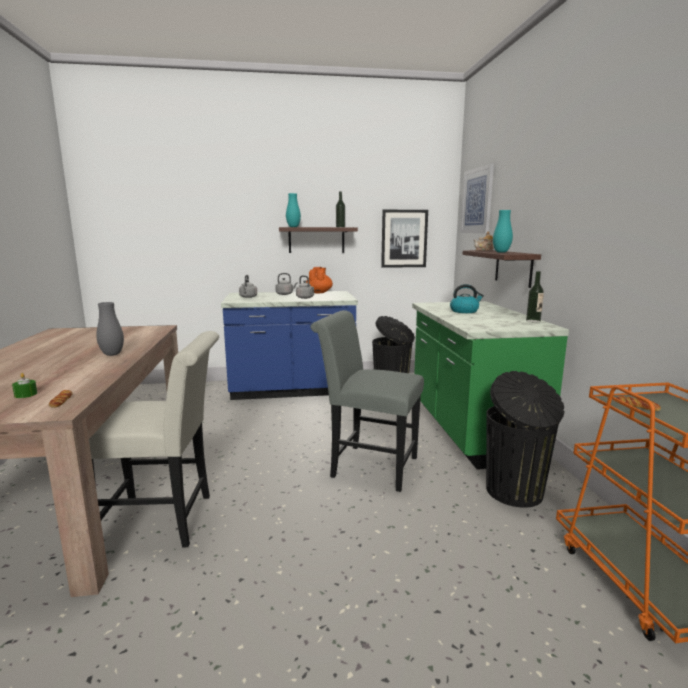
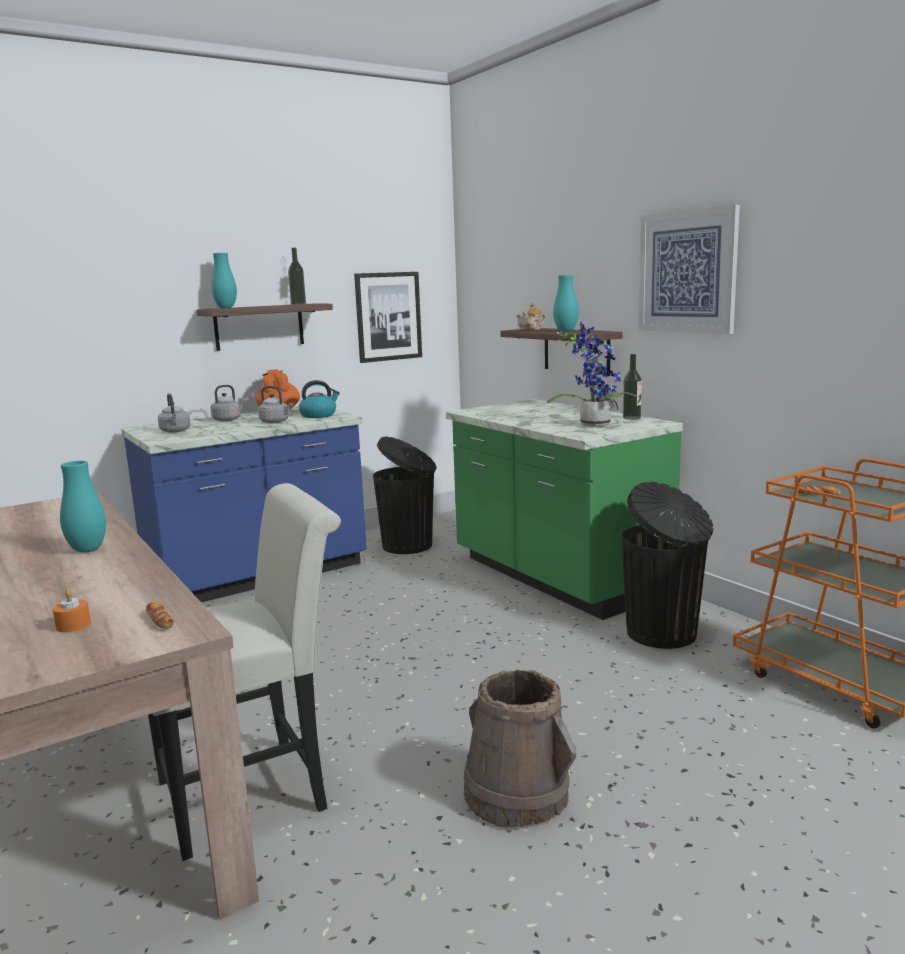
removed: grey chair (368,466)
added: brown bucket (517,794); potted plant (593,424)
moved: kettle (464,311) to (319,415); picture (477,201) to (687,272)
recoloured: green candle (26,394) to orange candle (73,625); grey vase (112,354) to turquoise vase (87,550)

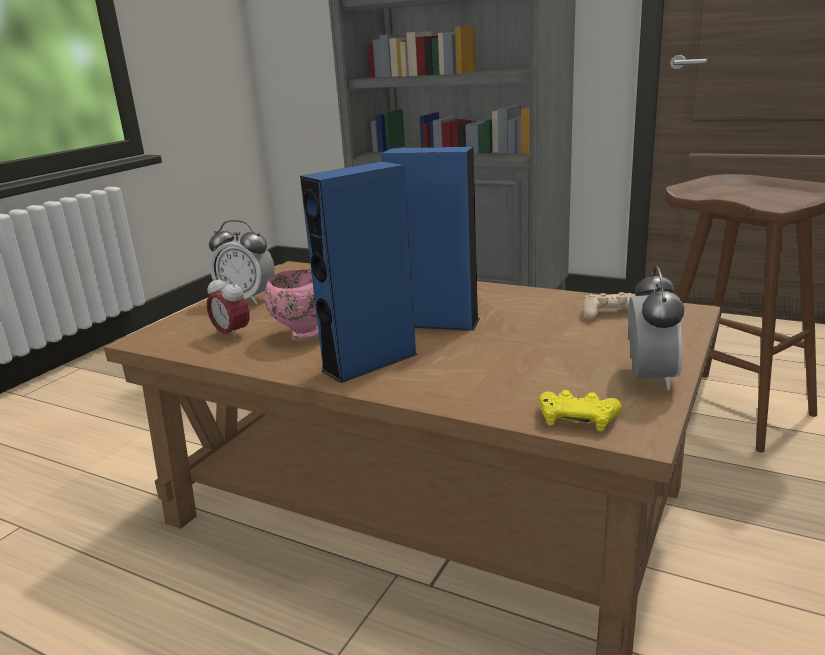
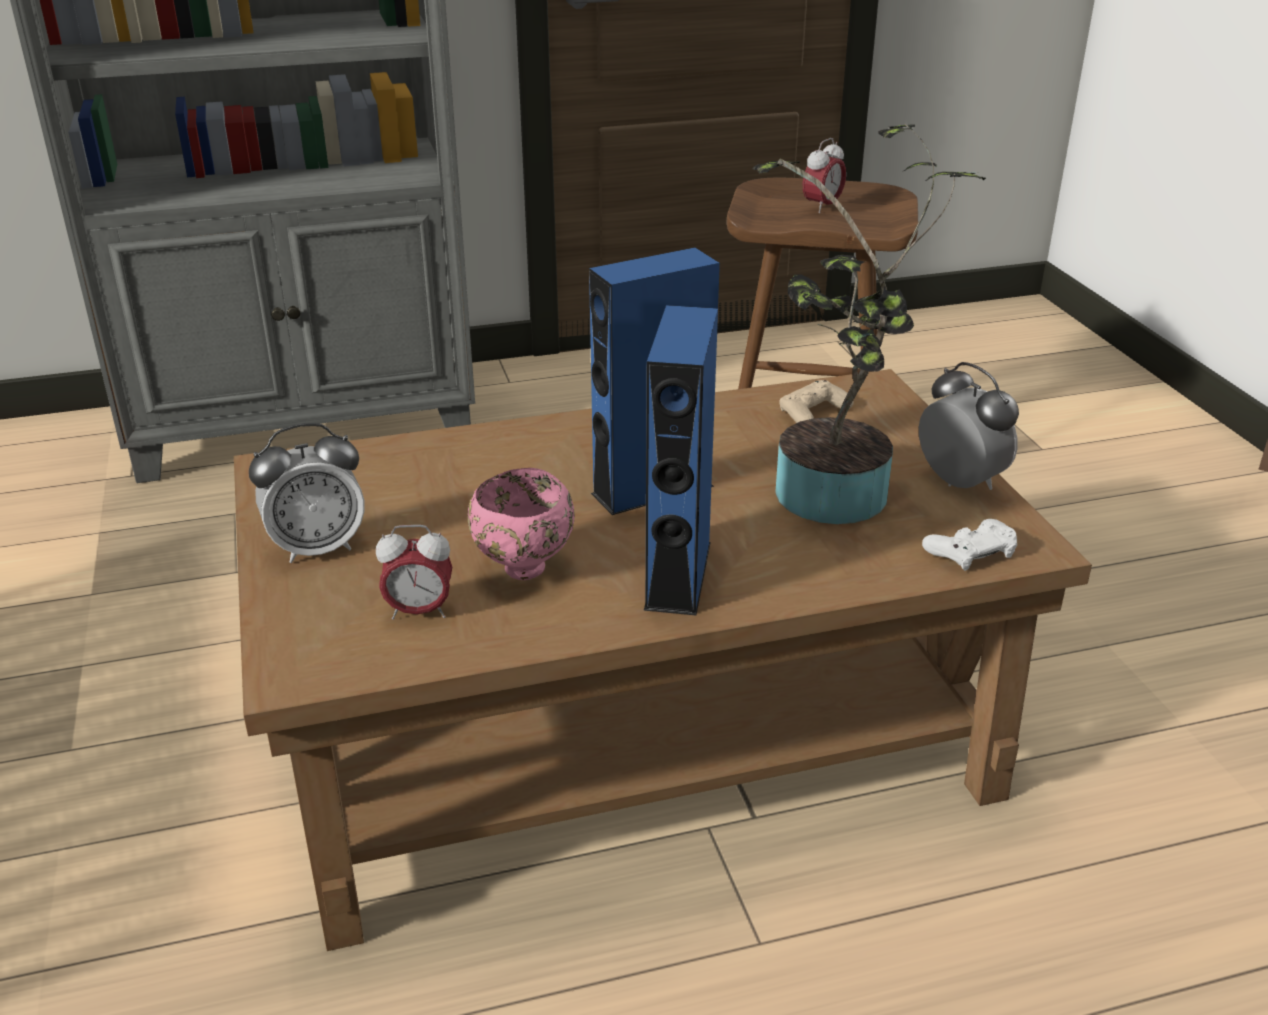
added: potted plant (833,501); alarm clock (822,207)
recoloured: yellow game controller (578,418) to white game controller (971,552)

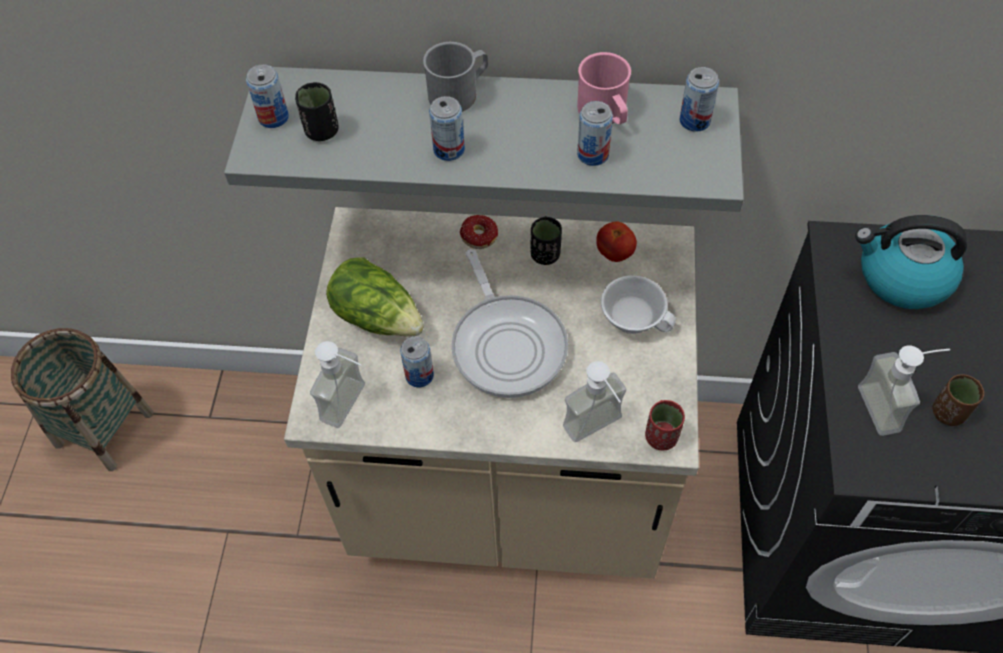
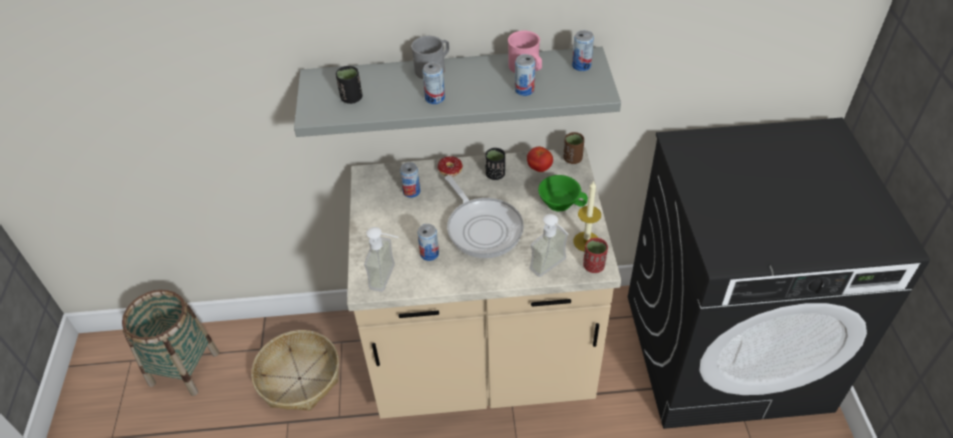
removed: lettuce (378,316); kettle (901,277); soap dispenser (890,406)
added: basket (300,378); candle (586,241)
moved: can (273,117) to (411,191); brown cup (948,413) to (572,159)
recoloured: white cup (634,316) to green cup (560,201)

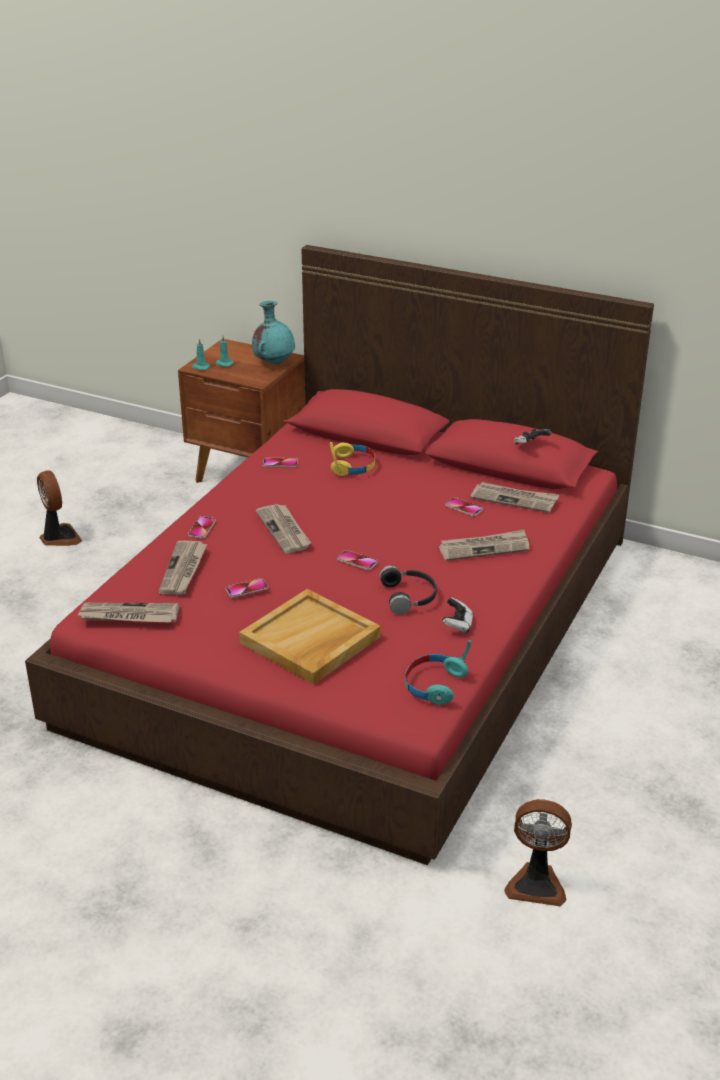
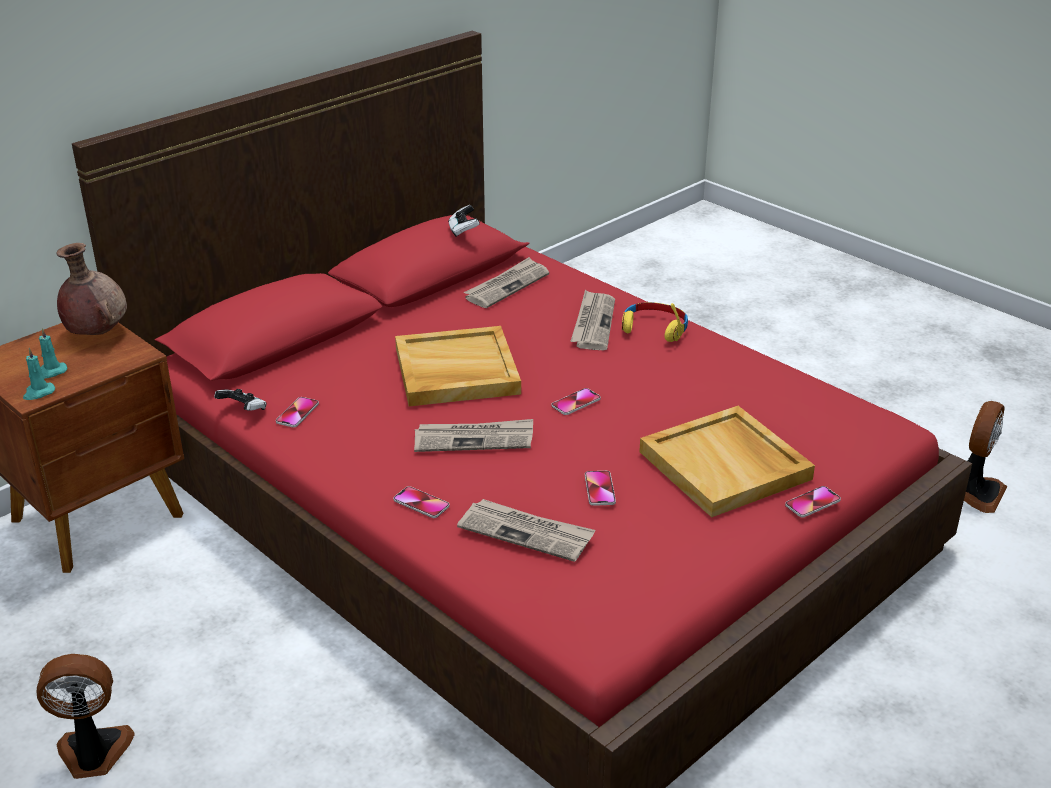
removed: newspaper (128,616); black headphones (410,596); turquoise headphones (434,685)
added: beige tray (455,371)
moved: yellow headphones (353,466) to (654,329); game controller (457,625) to (243,411); phone (464,508) to (812,503)
recoloured: turquoise vase (274,362) to brown vase (97,333)

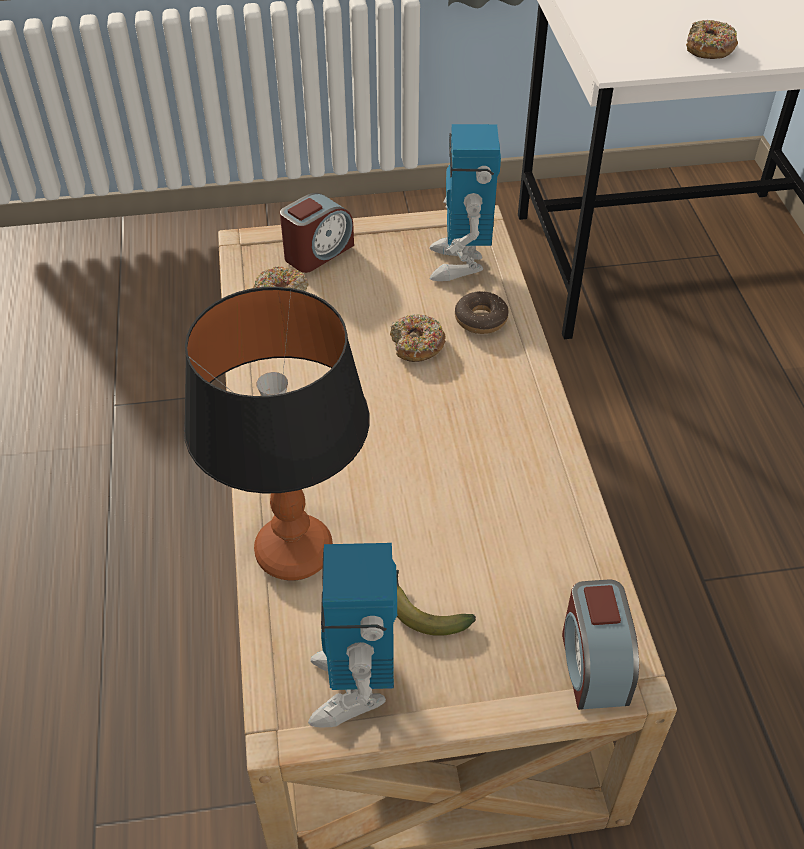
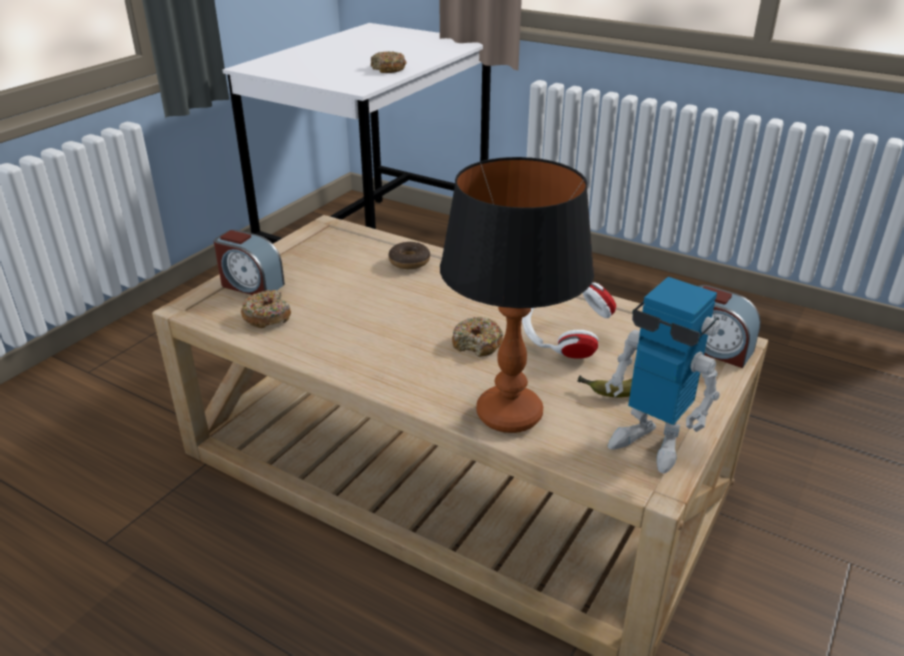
removed: toy robot (460,263)
added: white headphones (562,341)
moved: donut (416,345) to (477,344)
turned: alarm clock (318,252) = (251,285) 120 degrees clockwise

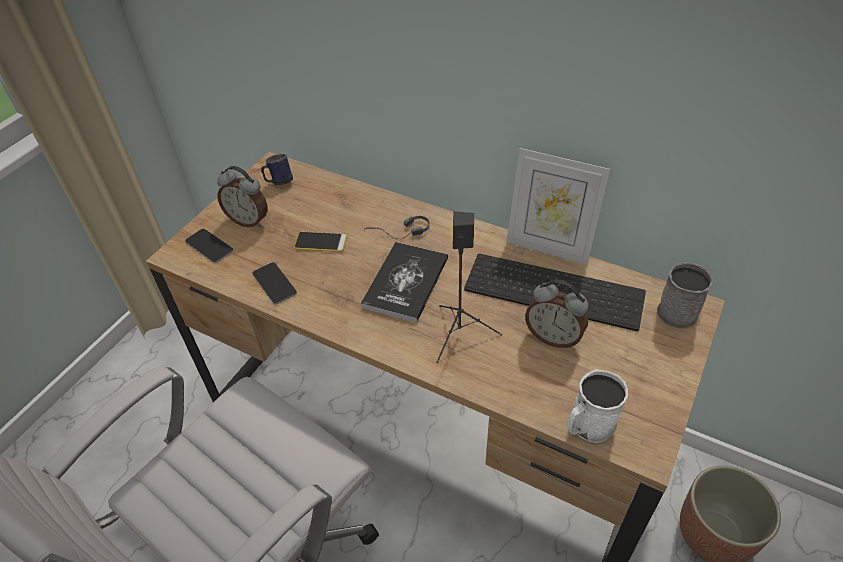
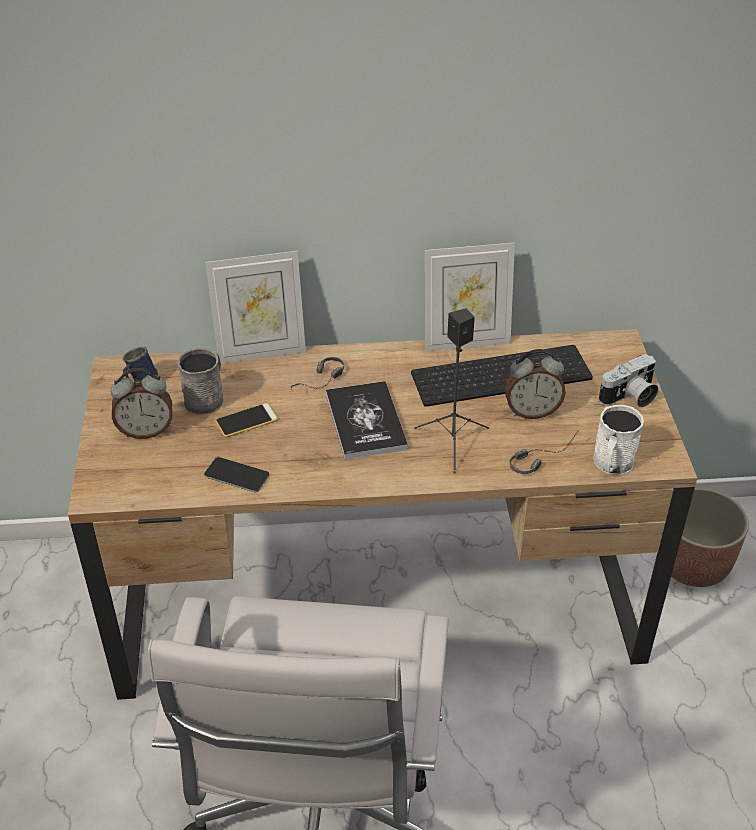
removed: phone (209,246)
added: picture frame (261,352); headphones (541,455); photo camera (630,397)
moved: grey mug (681,310) to (207,397)

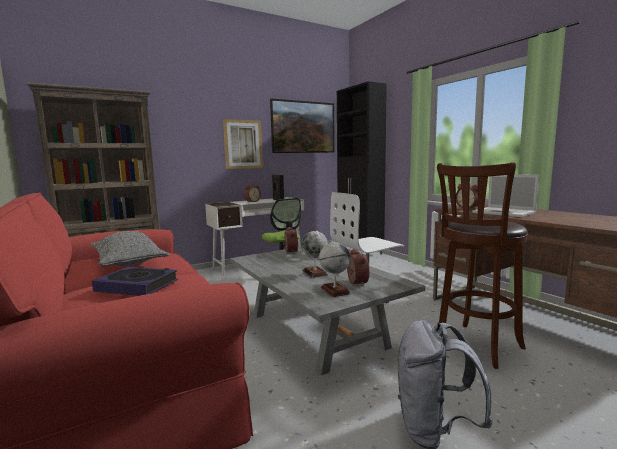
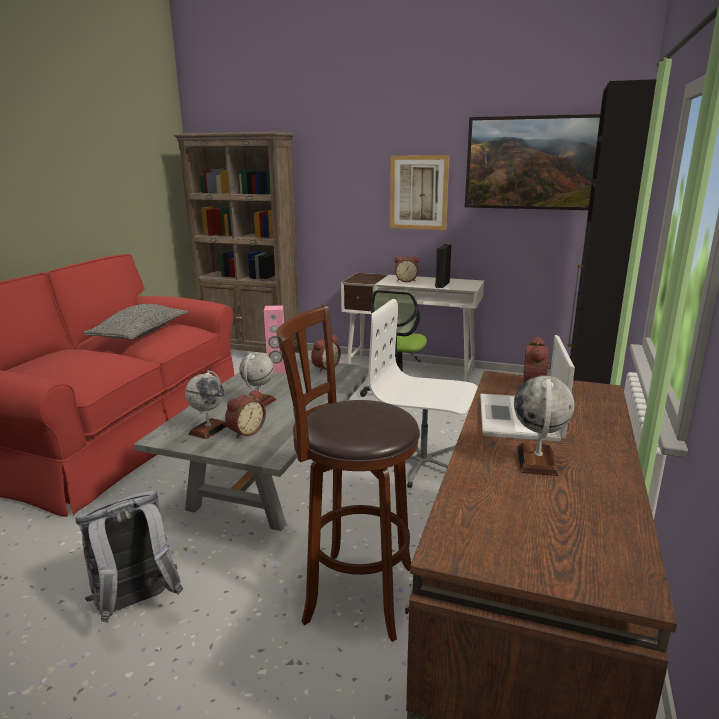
removed: book (137,286)
added: pink speaker (277,370); globe (537,461)

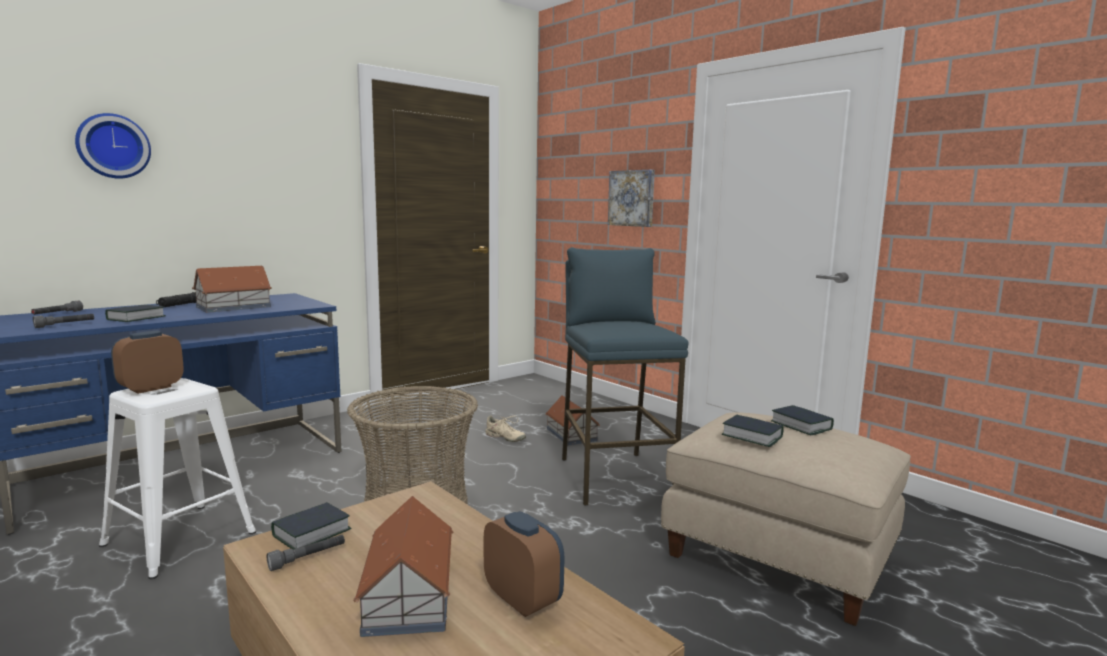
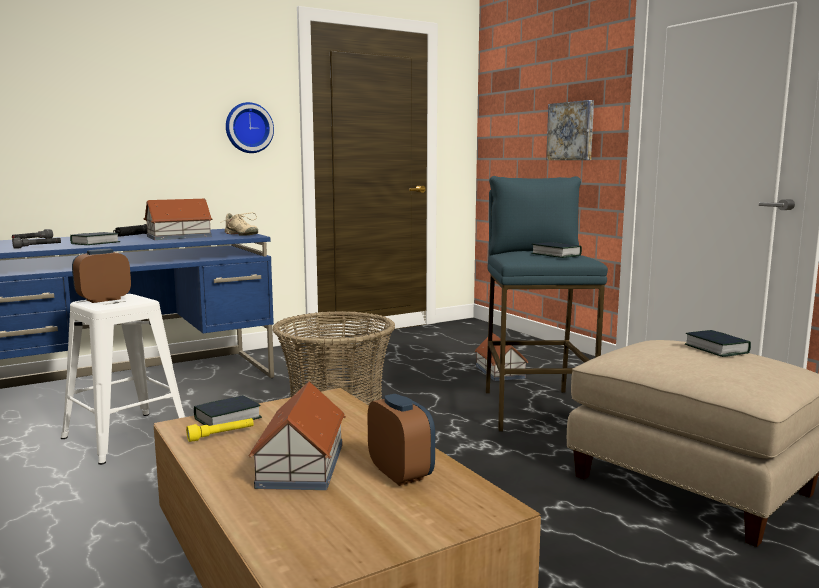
moved: wall clock (113,146) to (248,128); beige shoe (504,438) to (241,234); book (752,436) to (556,255)
recoloured: grey flashlight (308,558) to yellow flashlight (221,435)

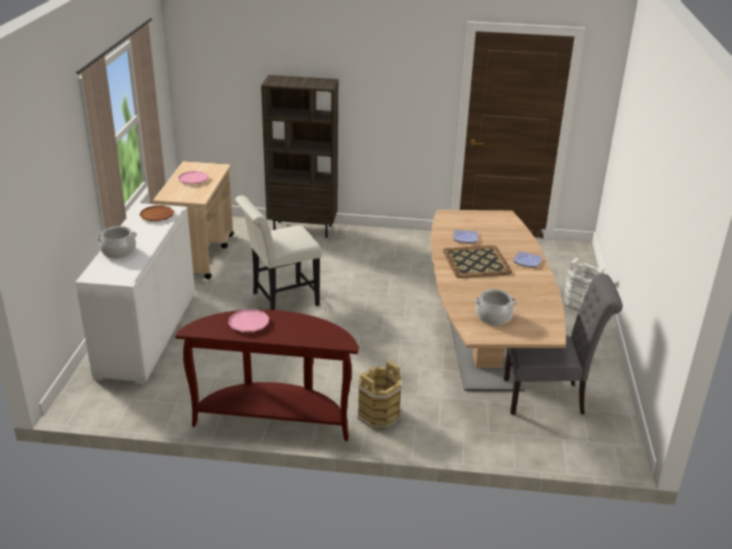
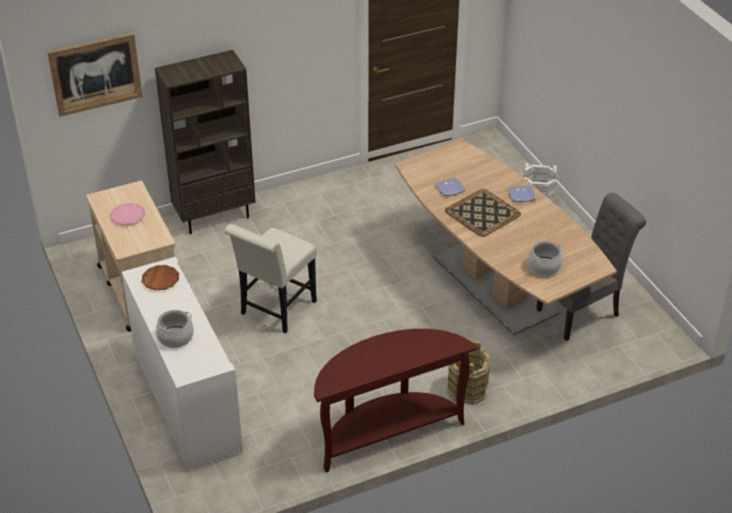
removed: pink plate (249,323)
added: picture (95,74)

